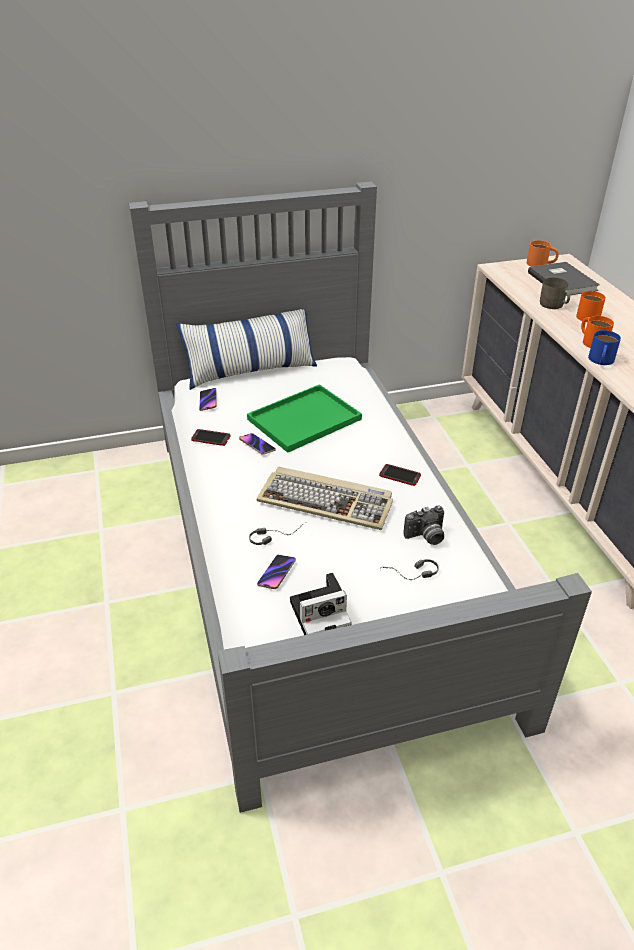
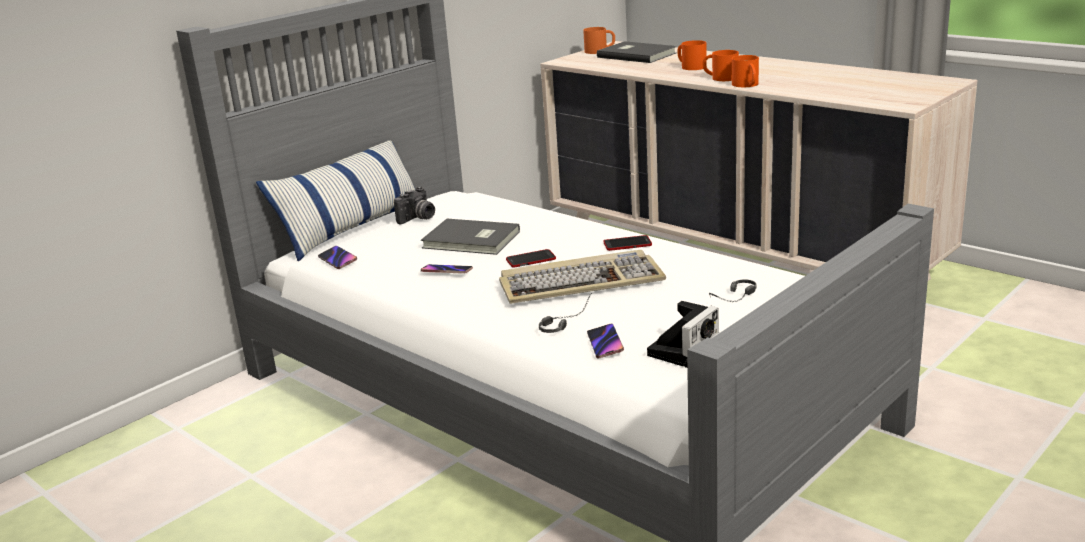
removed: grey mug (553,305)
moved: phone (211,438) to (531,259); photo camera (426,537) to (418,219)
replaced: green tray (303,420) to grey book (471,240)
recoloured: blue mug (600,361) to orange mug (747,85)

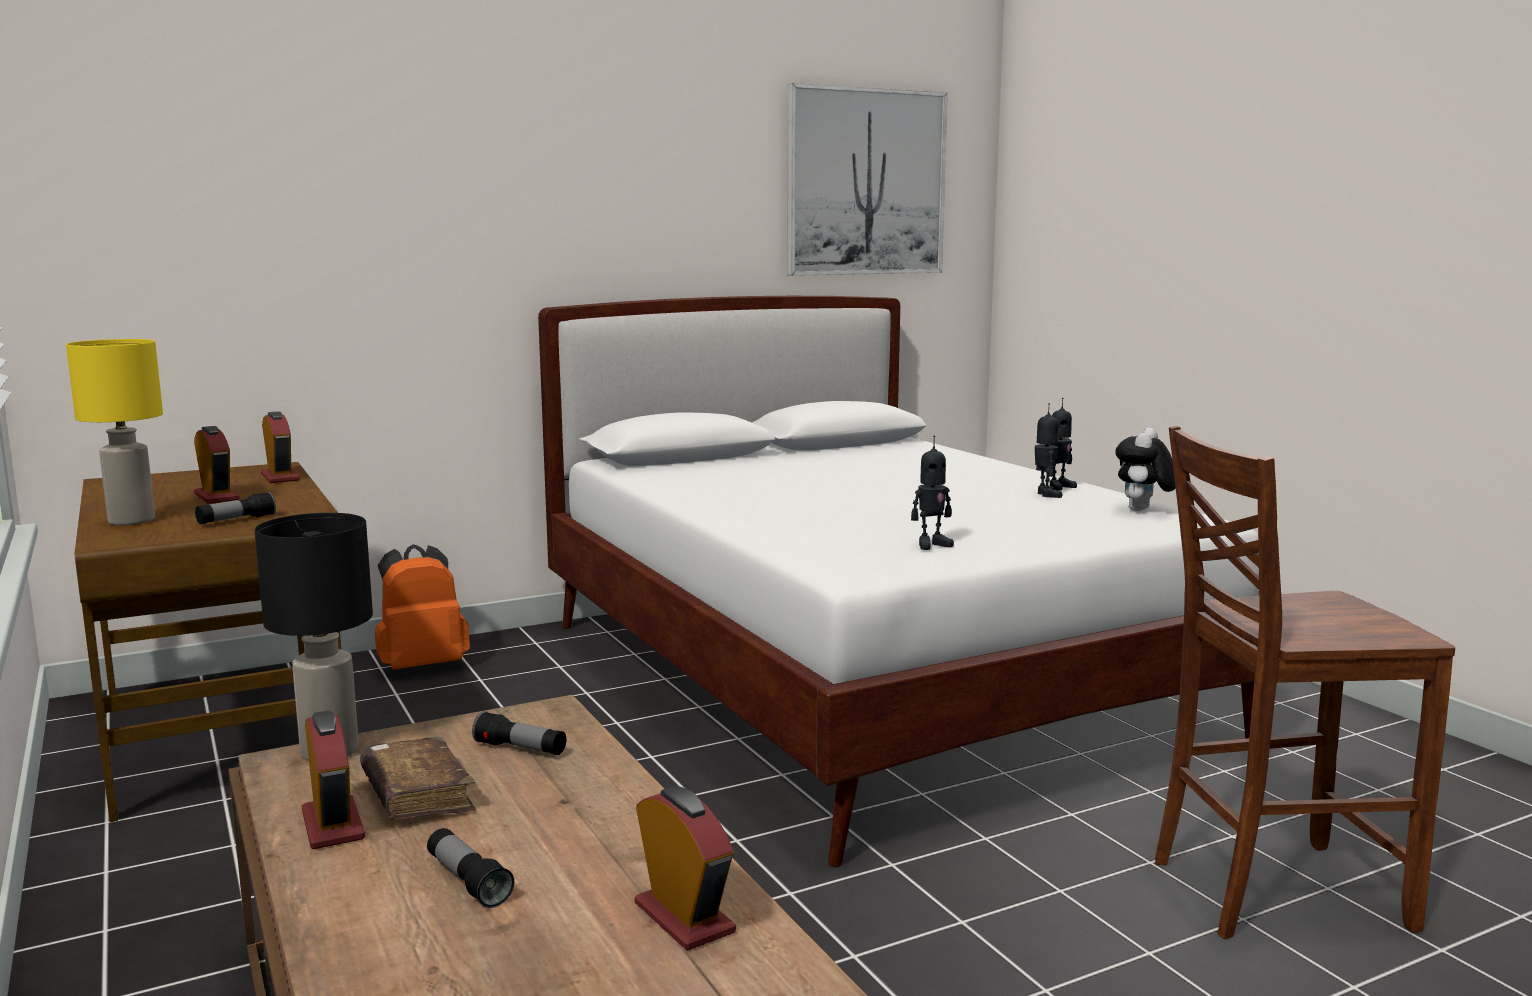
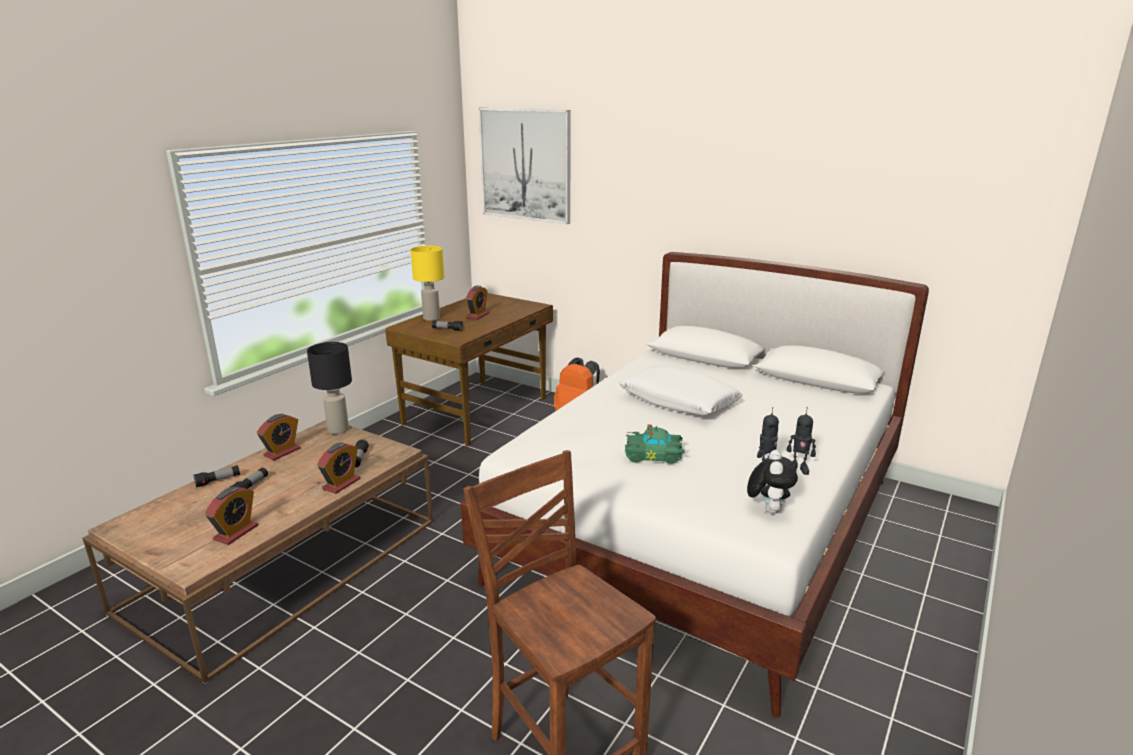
removed: brown book (417,795); toy robot (931,545)
added: flashlight (218,481); white pillow (678,402); green toy car (655,456)
moved: alarm clock (280,477) to (341,484); picture (866,182) to (525,165)
turned: plush toy (1142,511) = (768,509) 105 degrees clockwise

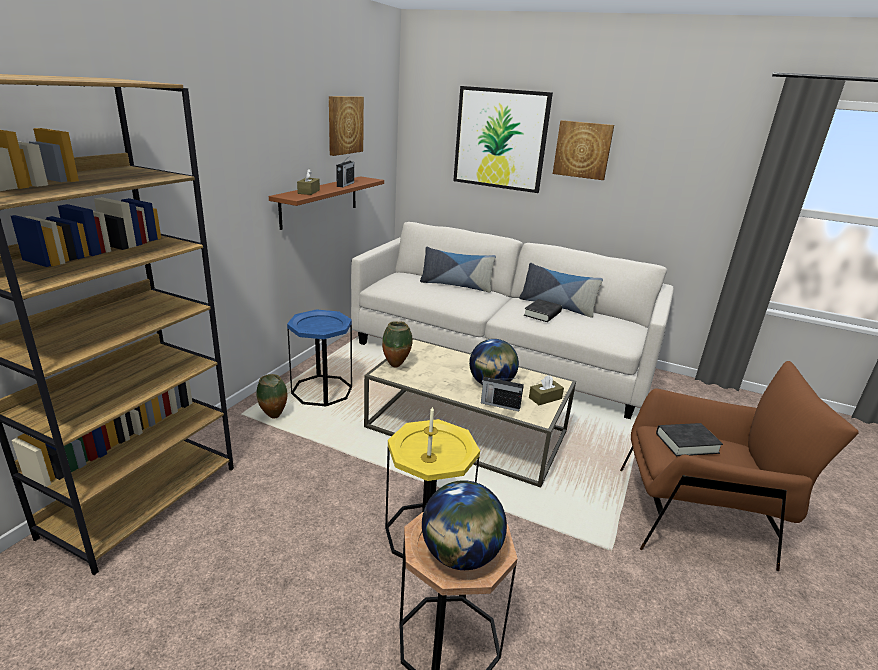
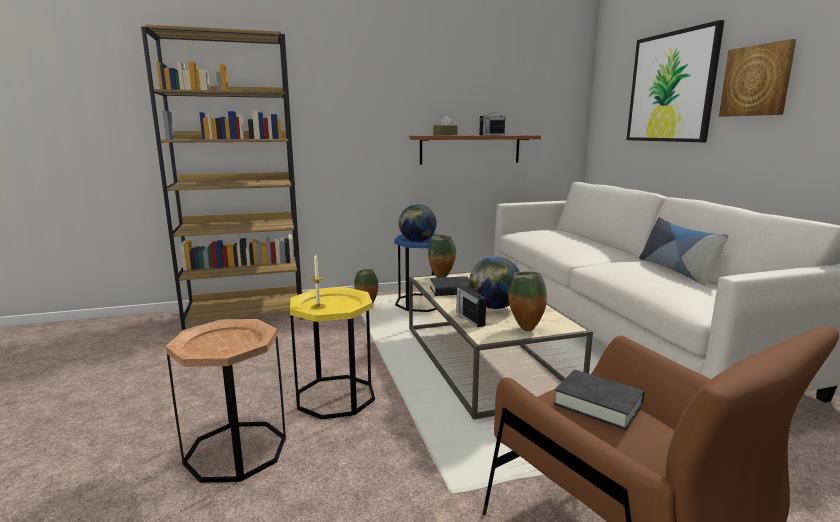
removed: picture (344,125); pillow (456,285)
moved: globe (460,555) to (417,241); black book (542,314) to (451,290)
replaced: brown tissue box (545,398) to vase (525,329)

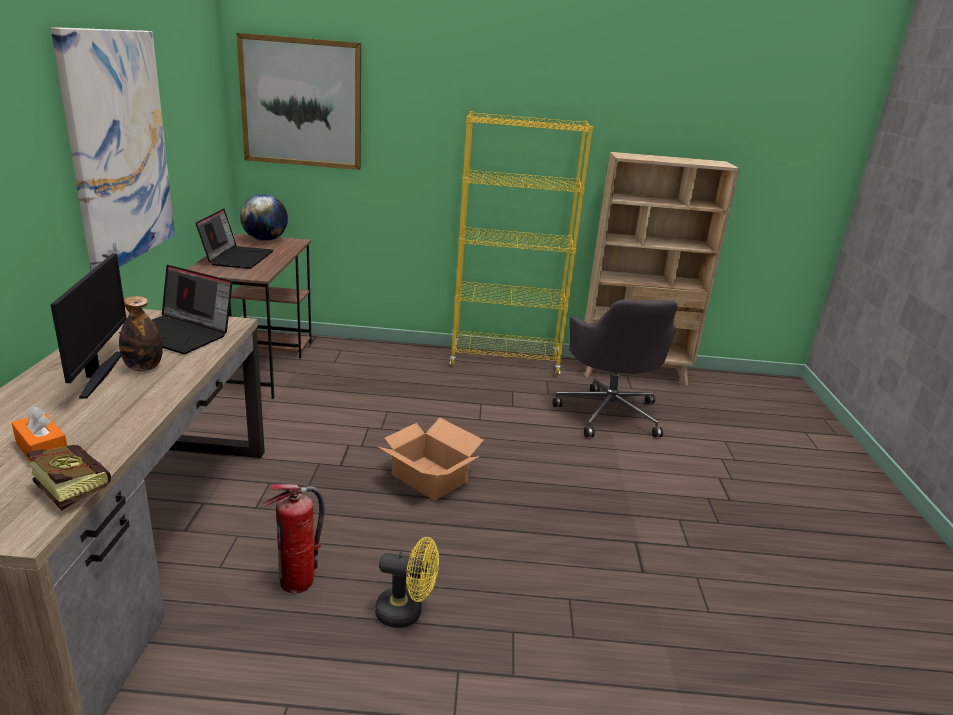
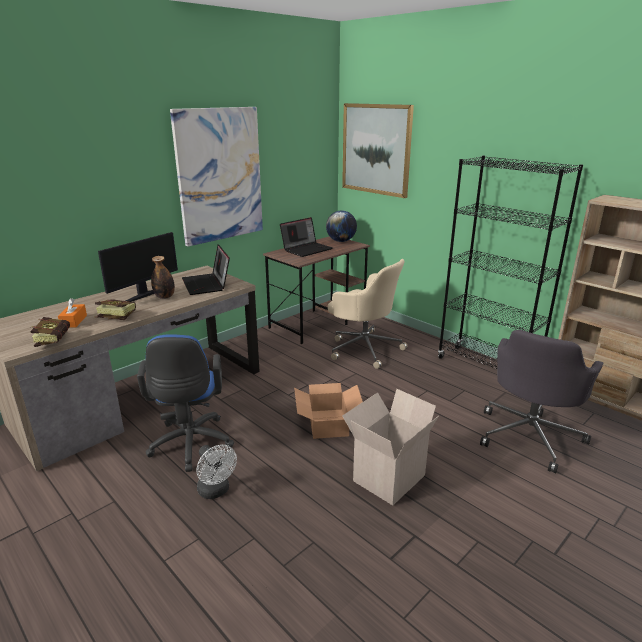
added: book (114,317); beige office chair (364,348); cardboard box (388,476)
replaced: fire extinguisher (298,582) to blue office chair (190,446)
recoloured: yellow fan (406,612) to white fan (216,491); yellow bookcase (505,362) to black bookcase (487,368)

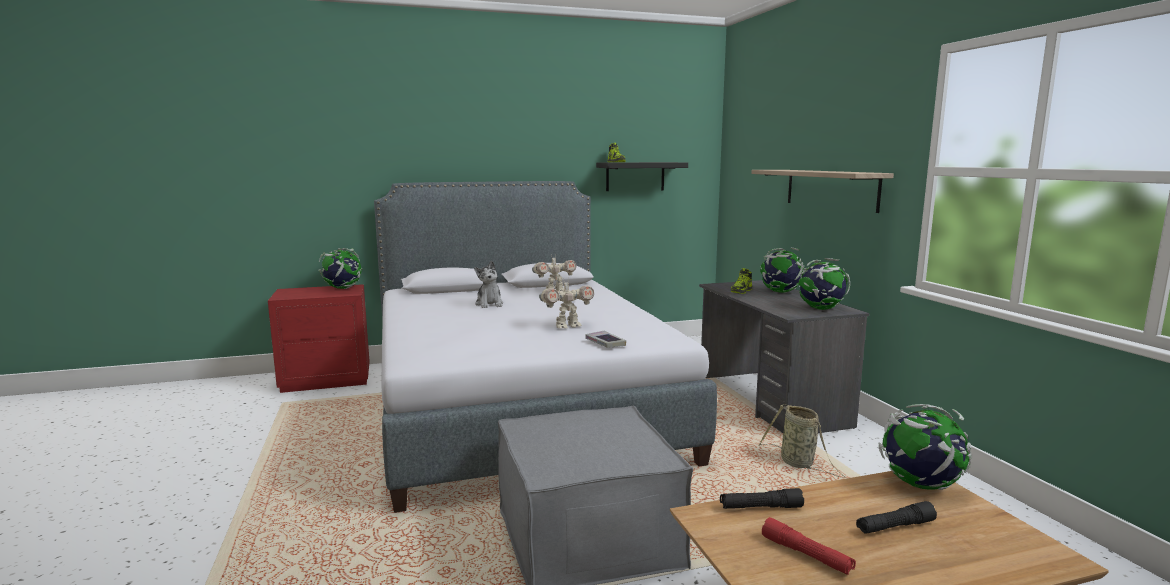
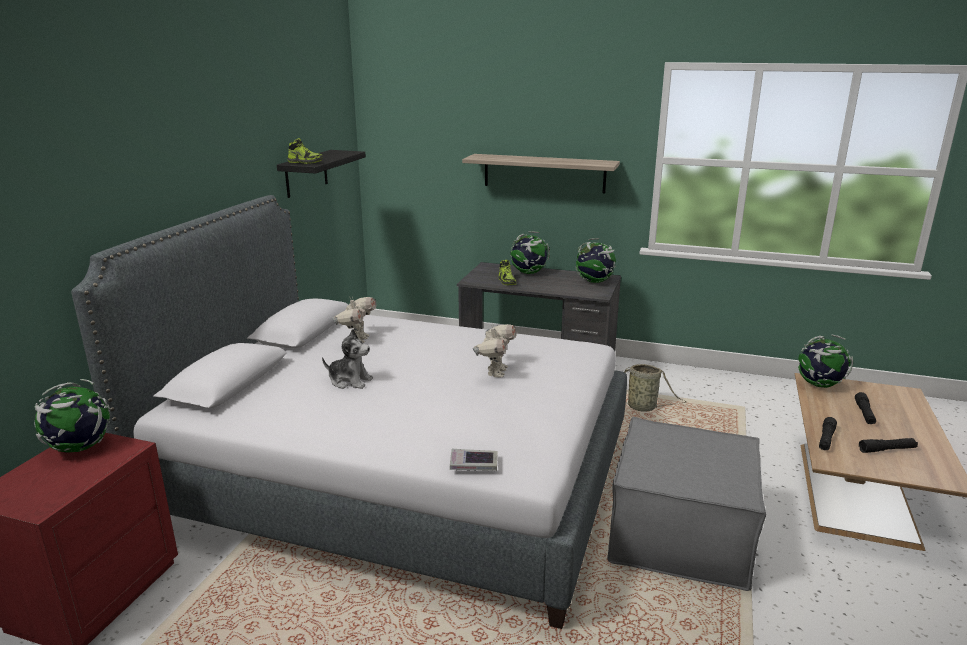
moved: book (605,343) to (473,464)
recoloured: red flashlight (806,555) to black flashlight (887,450)

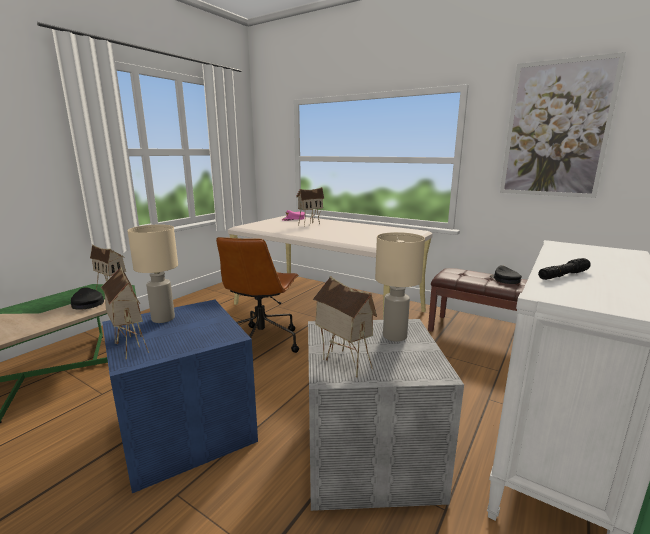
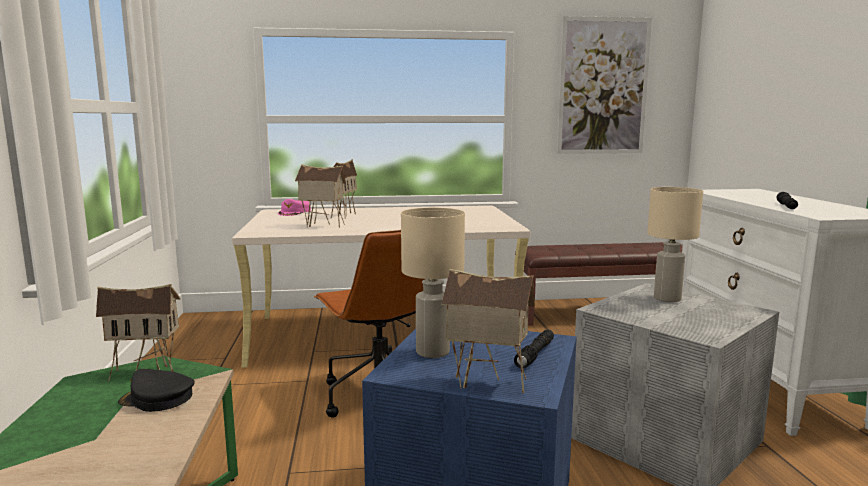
removed: black cap (504,279)
added: black flashlight (535,354)
moved: toy house (343,362) to (322,226)

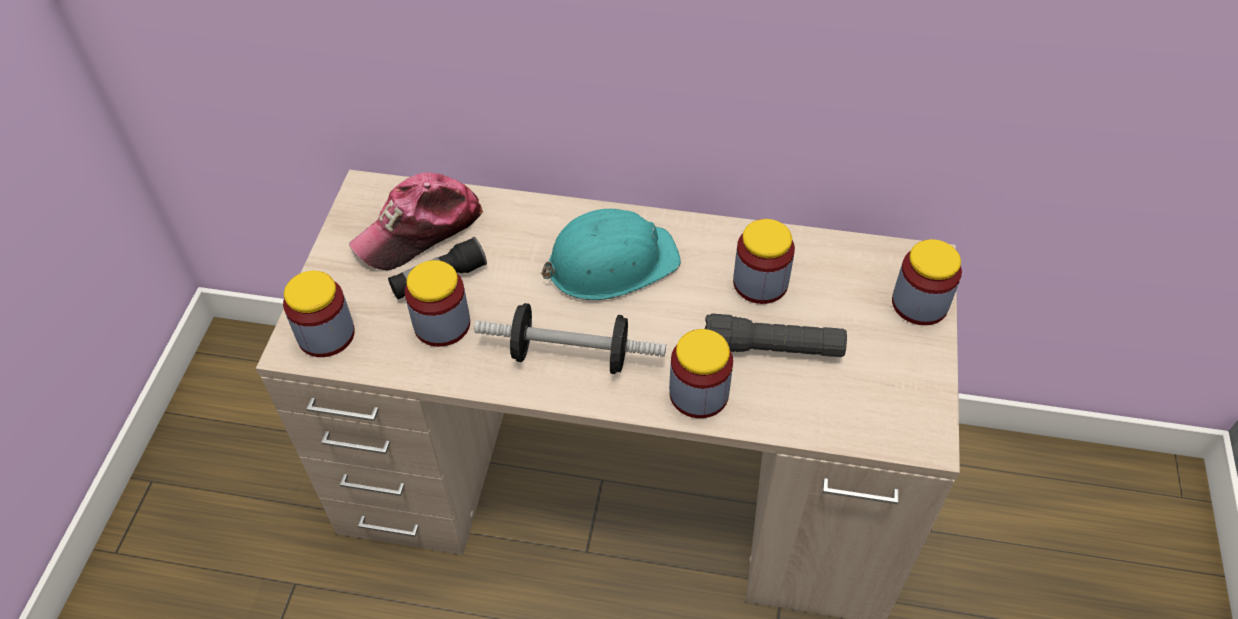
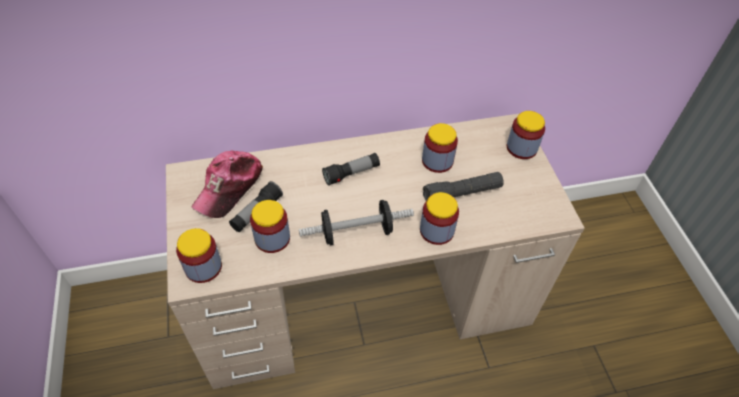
replaced: turquoise hard hat (610,262) to flashlight (351,174)

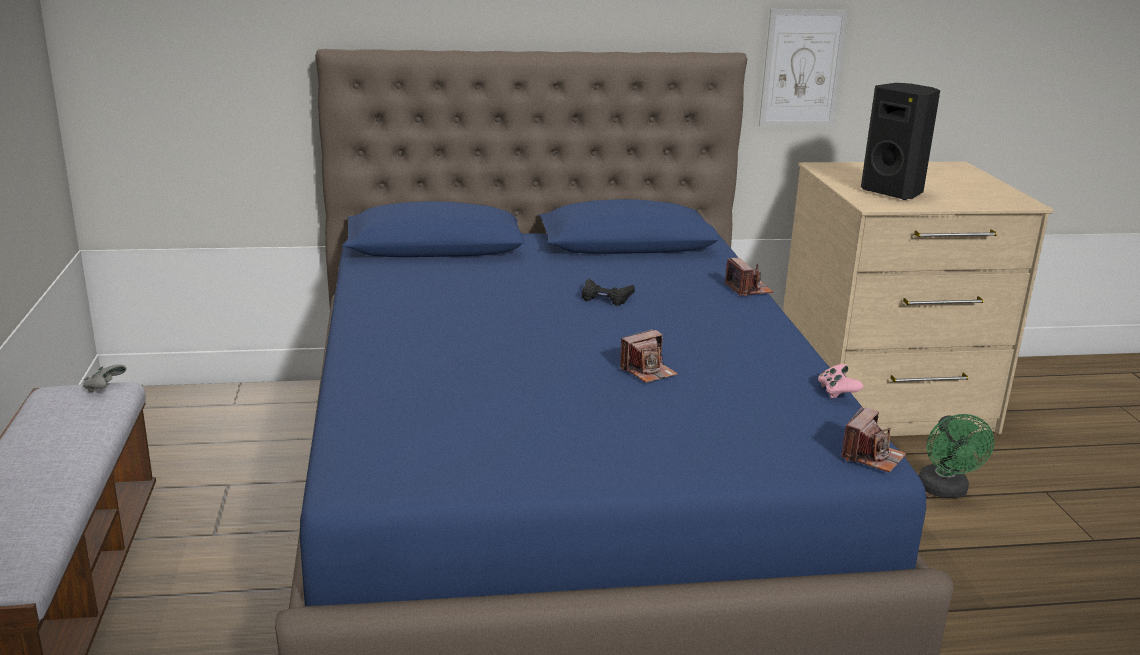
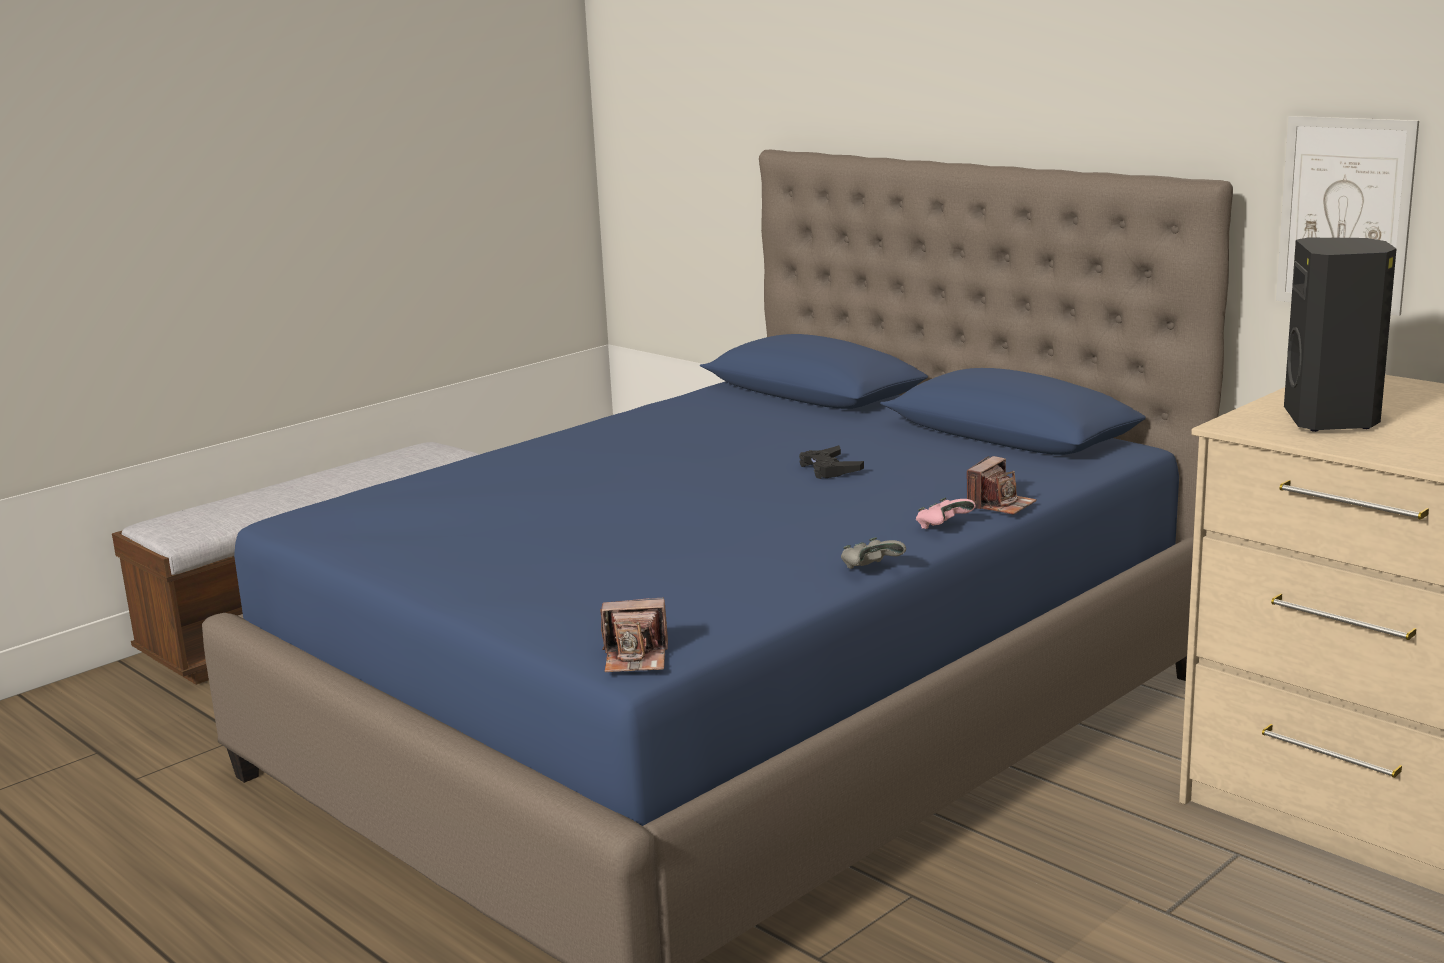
removed: photo camera (648,371); green fan (945,491)
moved: grey game controller (105,388) to (870,568); pink game controller (837,392) to (943,527)

